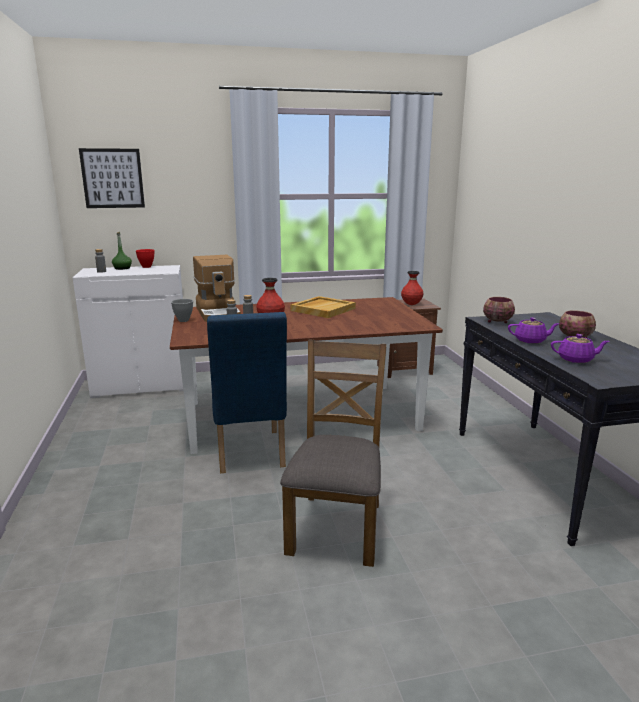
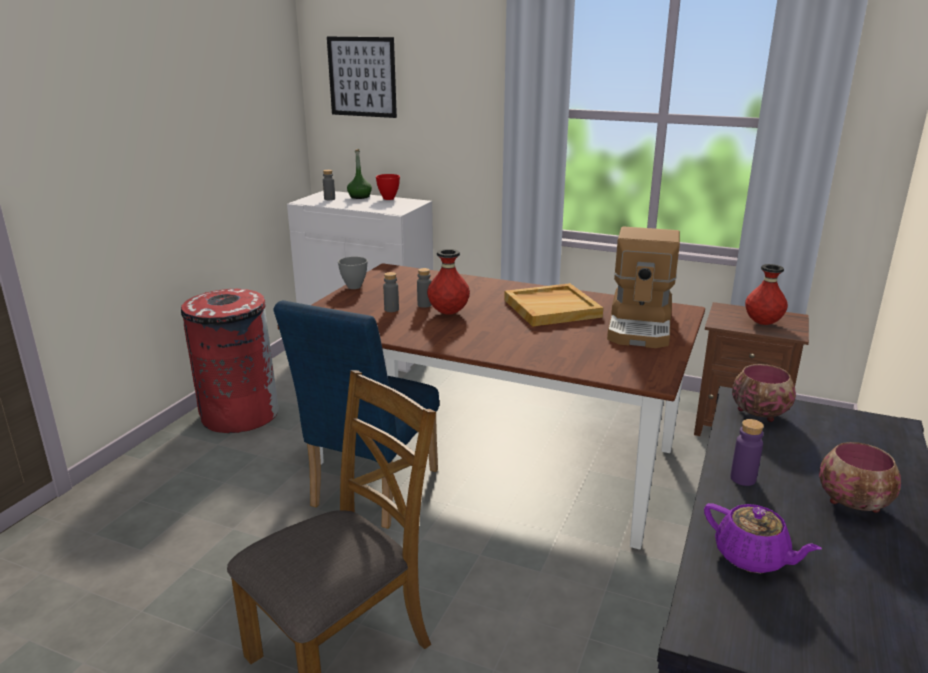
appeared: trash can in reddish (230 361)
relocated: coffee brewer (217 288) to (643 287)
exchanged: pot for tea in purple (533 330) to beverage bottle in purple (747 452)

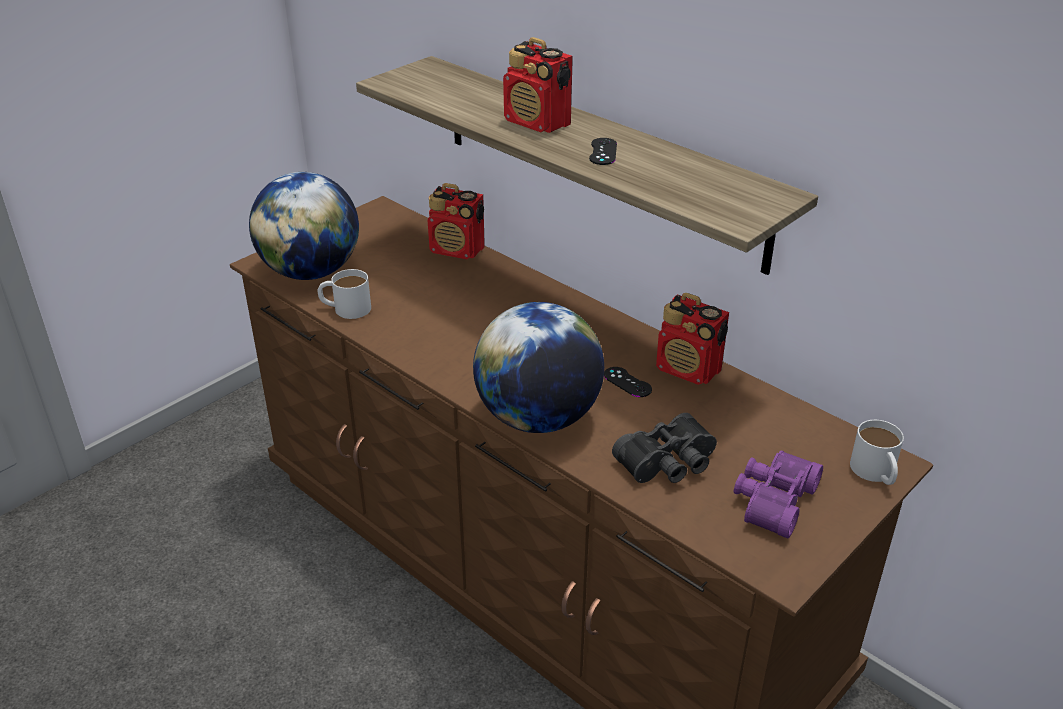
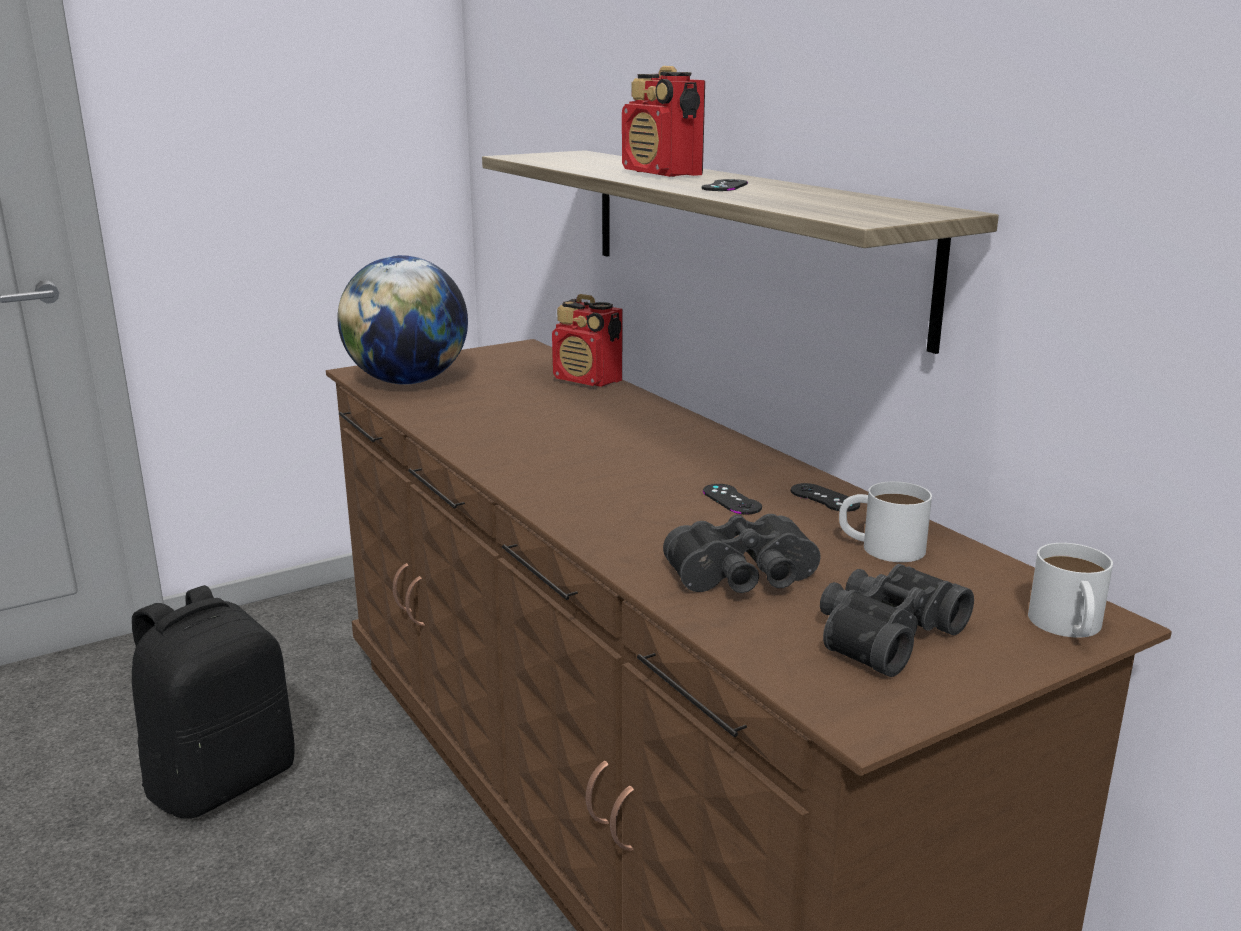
missing: desk globe (538 367)
appeared: rucksack in black (213 702)
relocated: tea mug in whitish (344 294) to (885 521)
exchanged: radio receiver (692 339) to joypad in black (825 497)
colour: pair of binoculars in purple (778 494) to pair of binoculars in black (897 620)

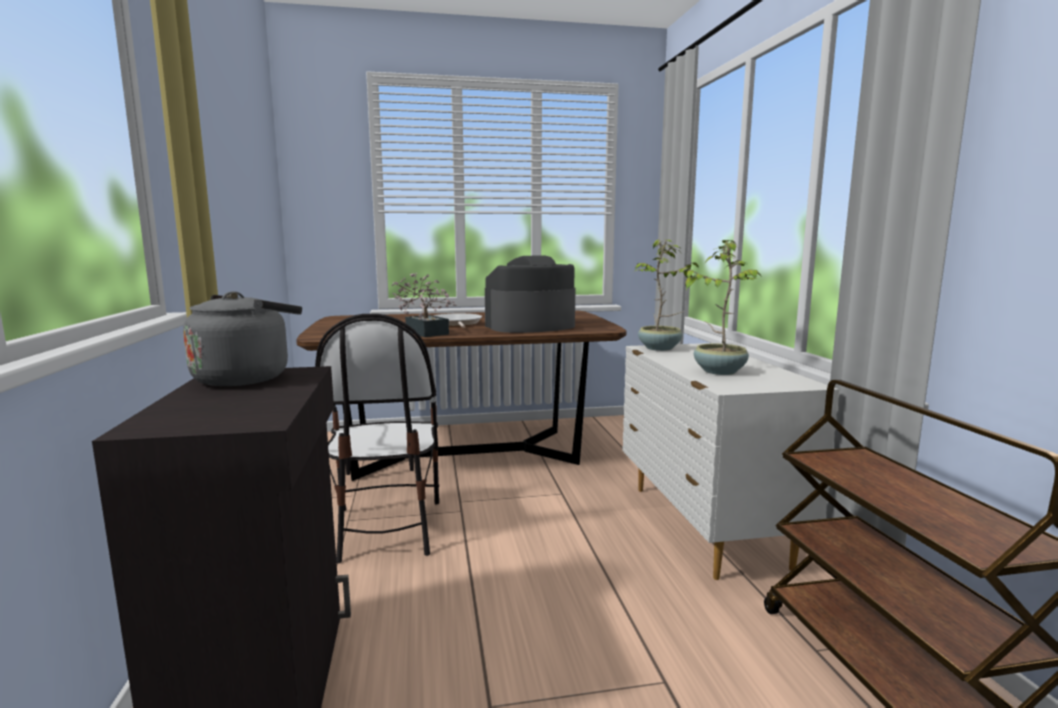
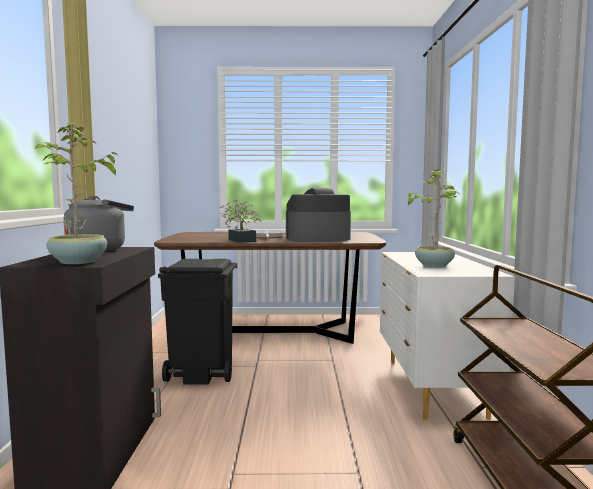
relocated: plant in a pot (666 295) to (77 193)
exchanged: plain chair (377 438) to trash can in black (197 322)

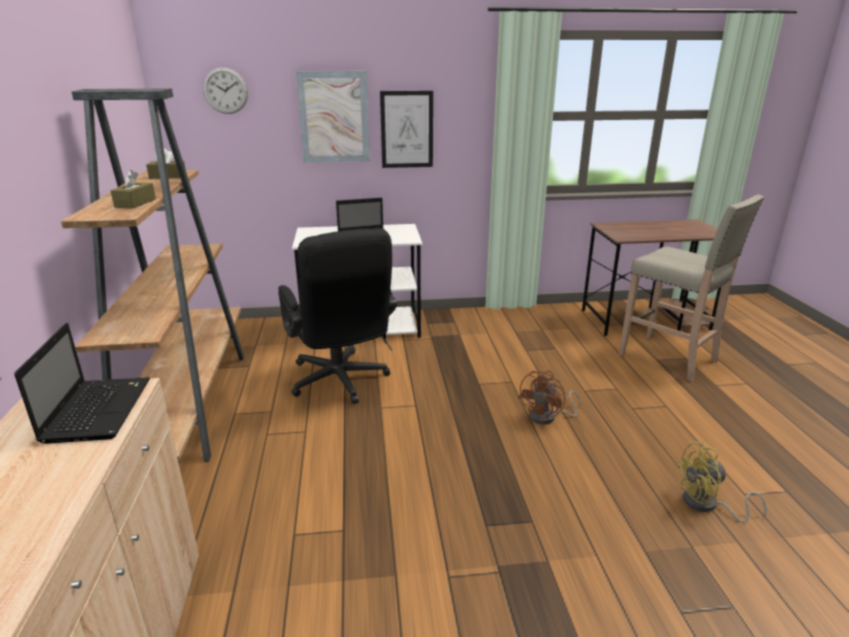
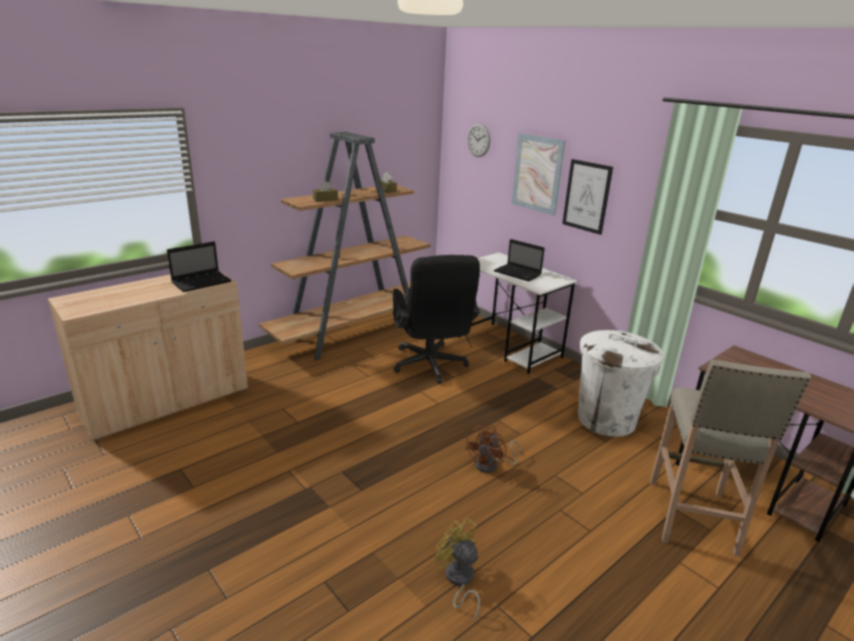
appeared: trash can in whitish (621 383)
spun: office chair in black (337 316) = (436 319) 45 degrees counterclockwise; fan in brownish (549 397) = (493 449) 60 degrees counterclockwise

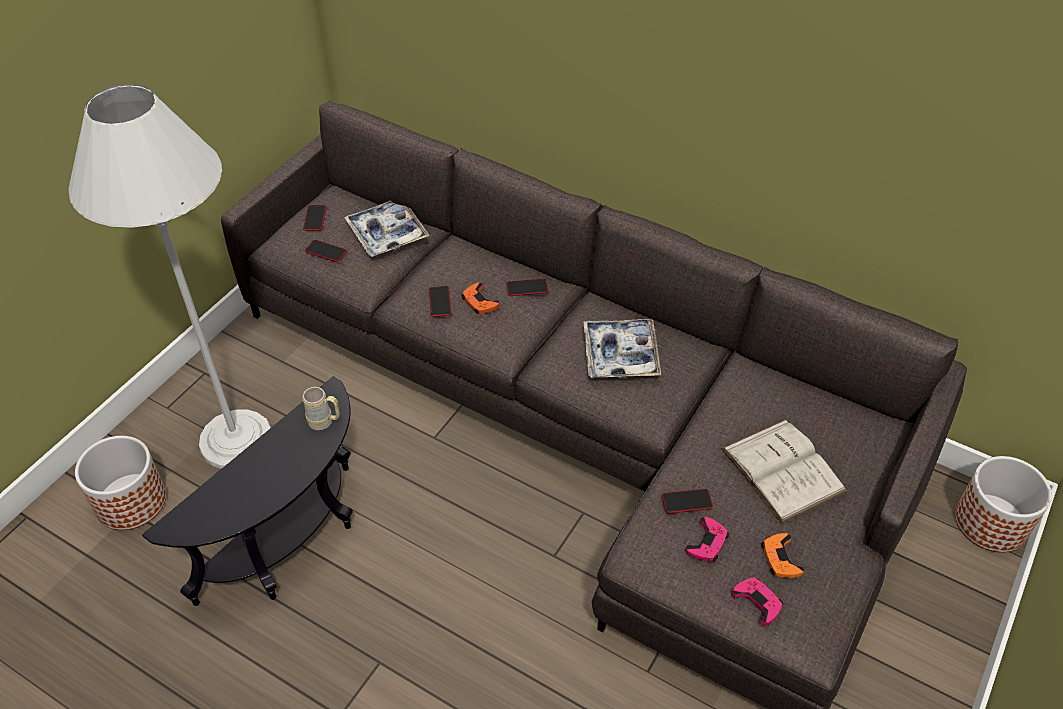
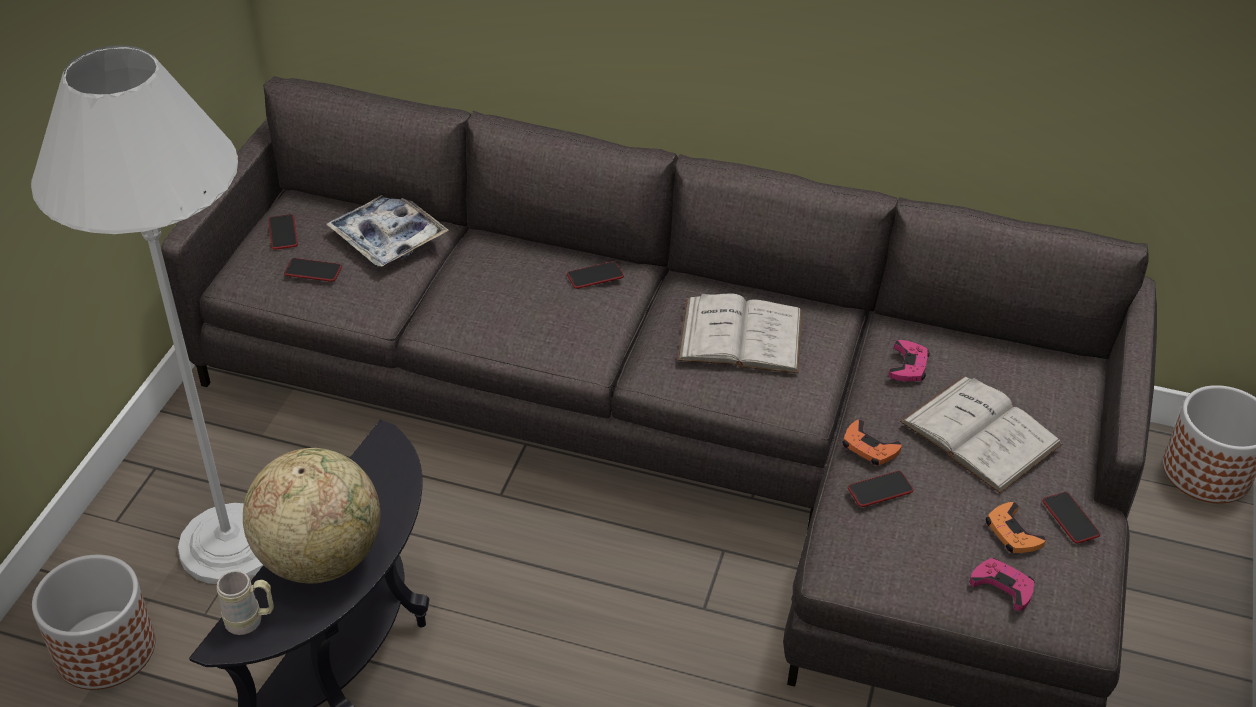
appeared: desk globe (311 515)
relocated: tea mug in beige (321 408) to (245 602); phone (440 301) to (1071 518); joypad in orange-coloured (481 298) to (872 442); joypad in pinkish (707 539) to (909 360)
exchanged: carrying tray (622 349) to volume in whitish (740 333)

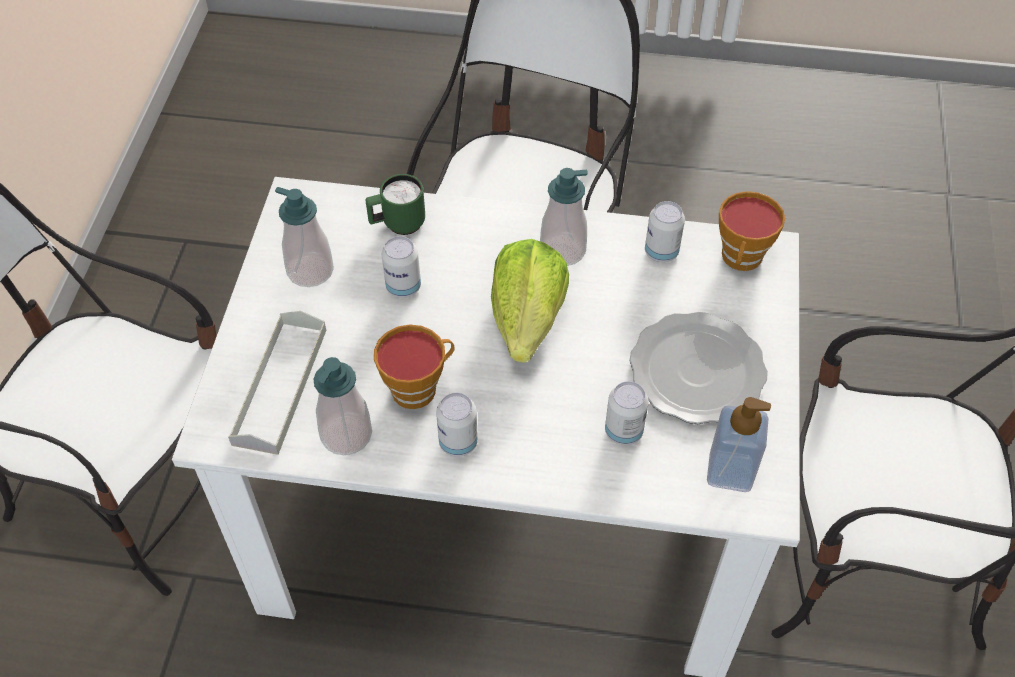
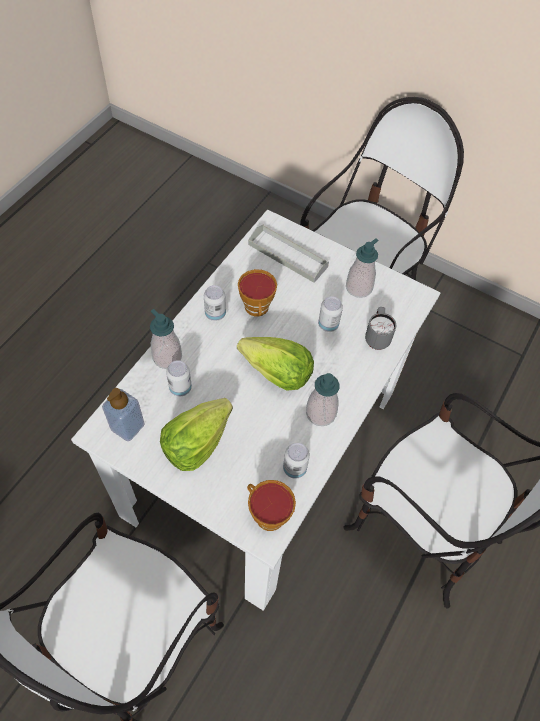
relocated: liquid soap bottle (342 406) to (166 339)
exchanged: dinner plate (698 368) to head of lettuce (196 434)
colour: tea mug in green (395 204) to tea mug in grey (380 328)

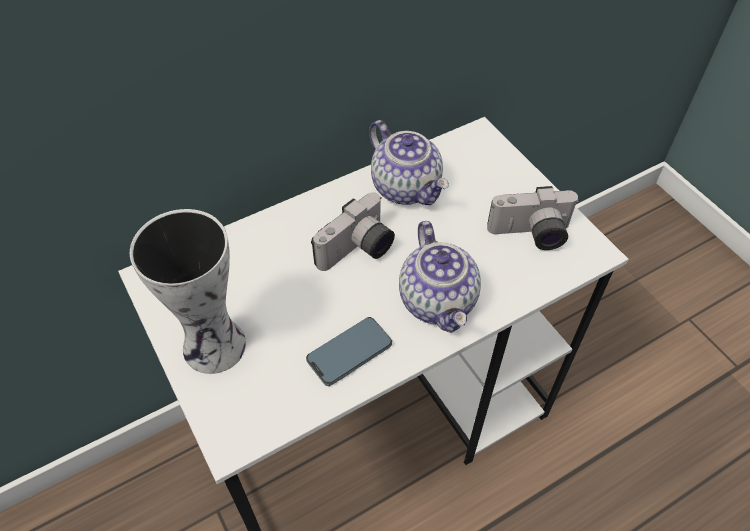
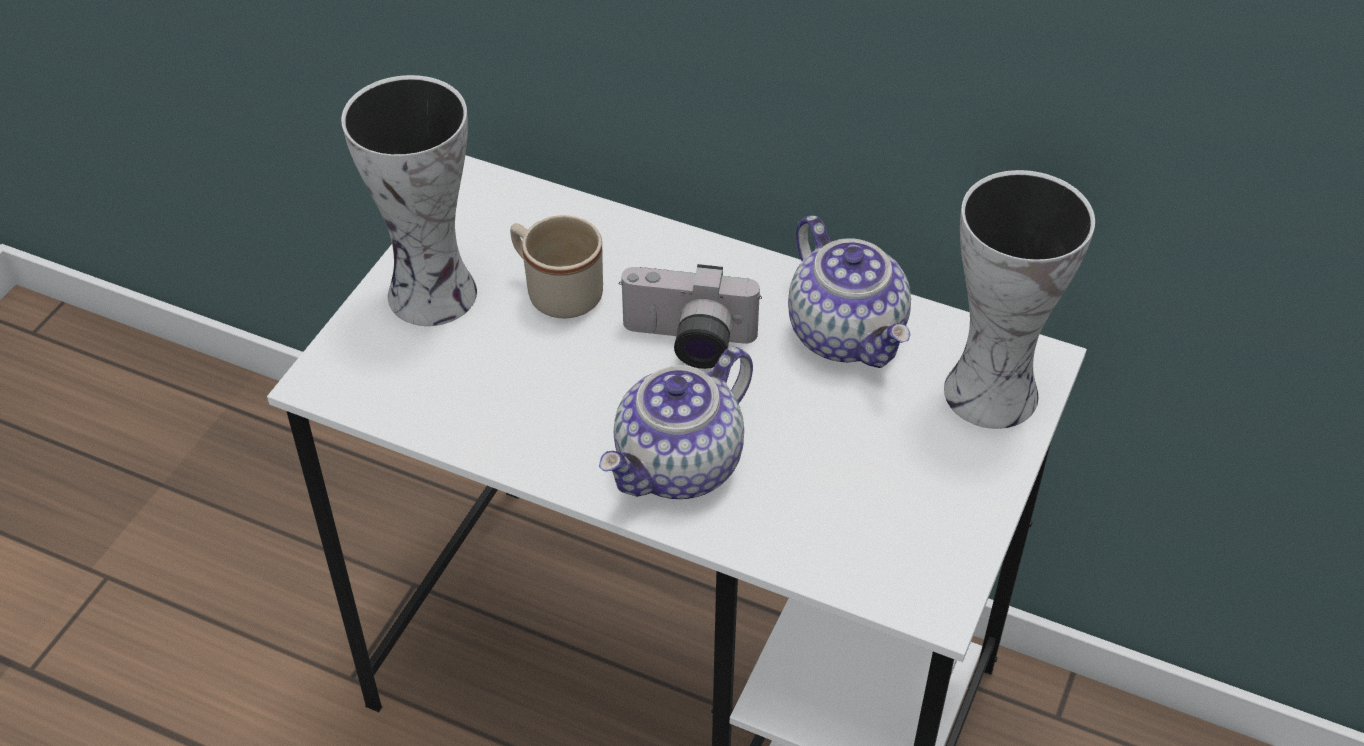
missing: phone (349 351); photo camera (533 218)
appeared: tea mug in beige (556 266); vase (1019 299)
spun: pot for tea (409 162) = (849 291) 45 degrees counterclockwise

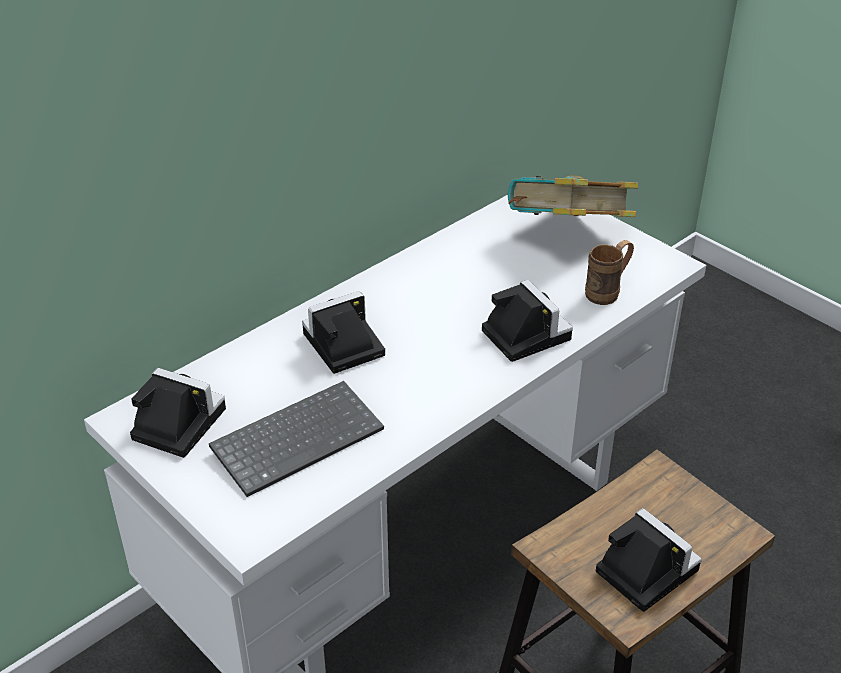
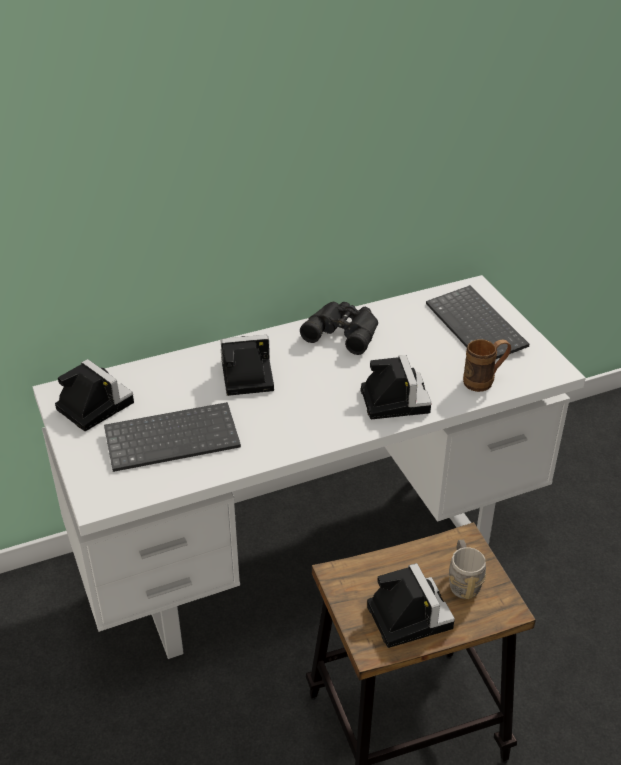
appeared: pair of binoculars in black (339 328); tea mug in grey (468 569)
exchanged: volume (573 196) to PC keyboard (477 322)

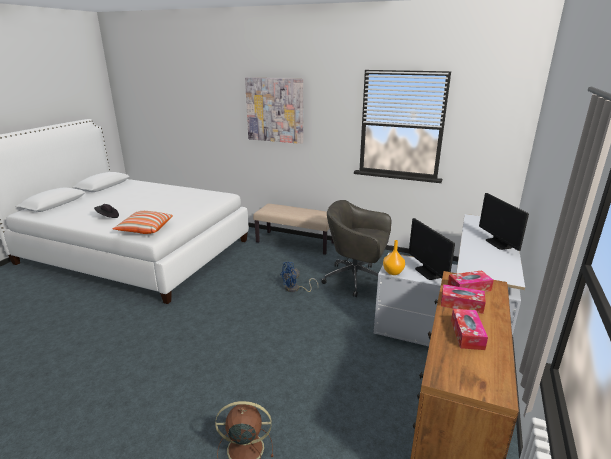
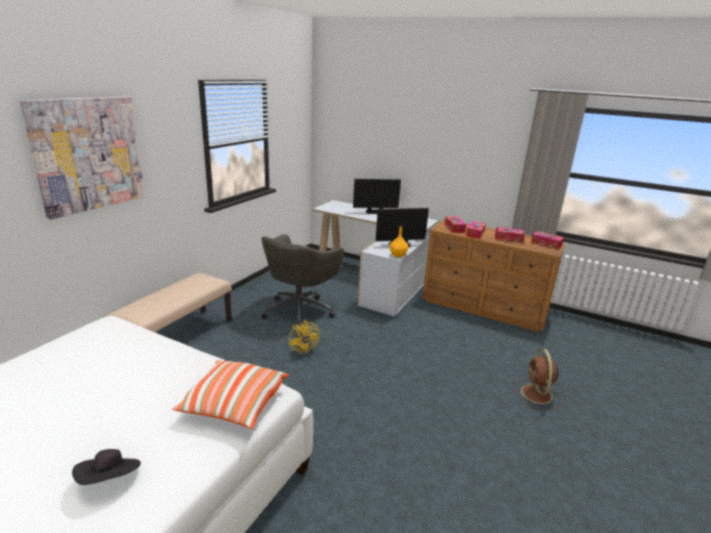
appeared: tissue box (547 240)
colour: fan in blue-coloured (299 277) to fan in yellow-coloured (304 338)

